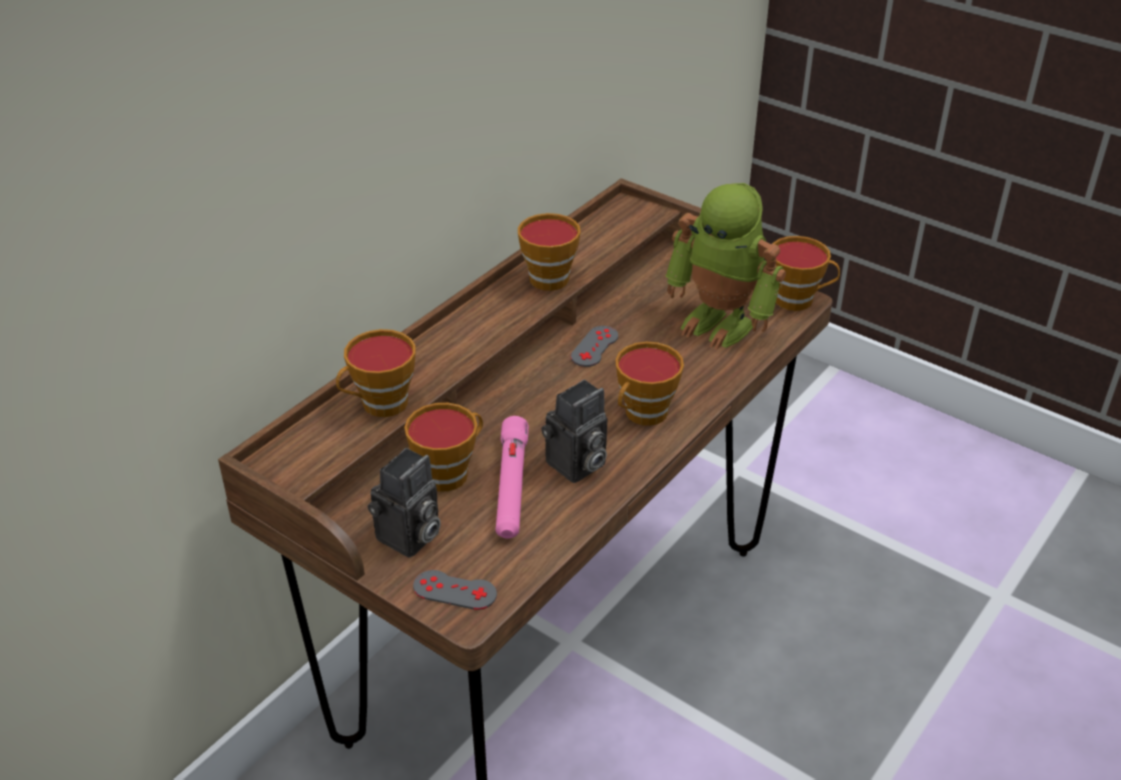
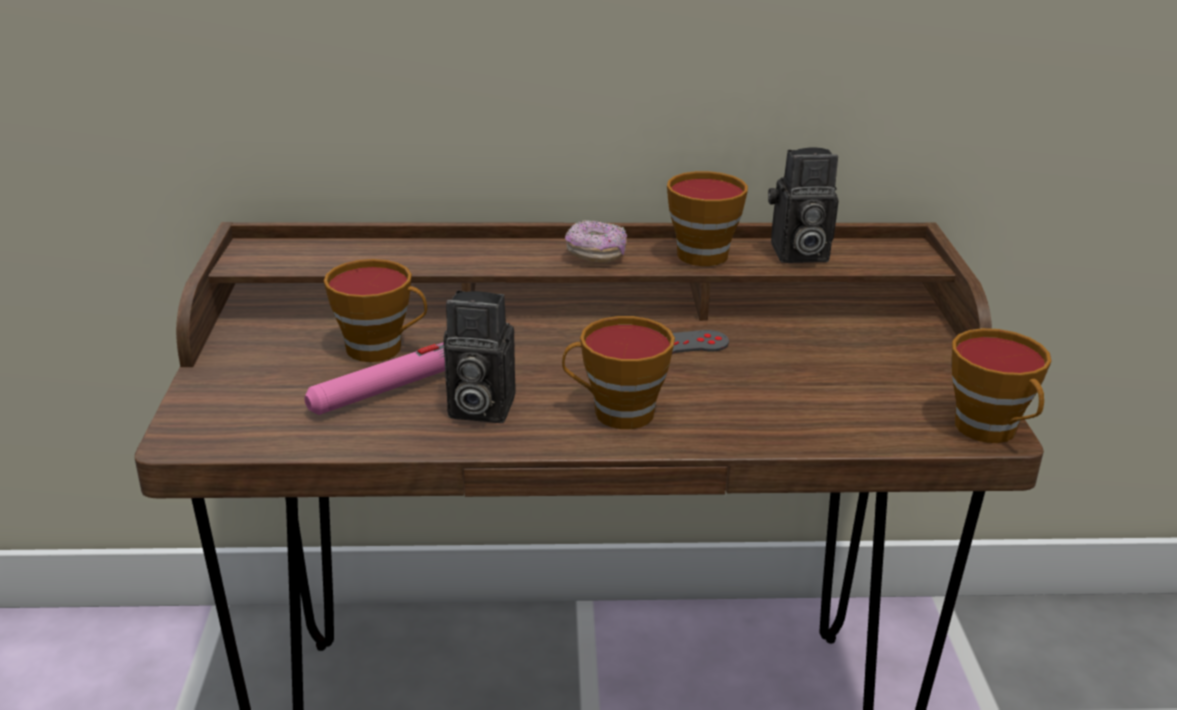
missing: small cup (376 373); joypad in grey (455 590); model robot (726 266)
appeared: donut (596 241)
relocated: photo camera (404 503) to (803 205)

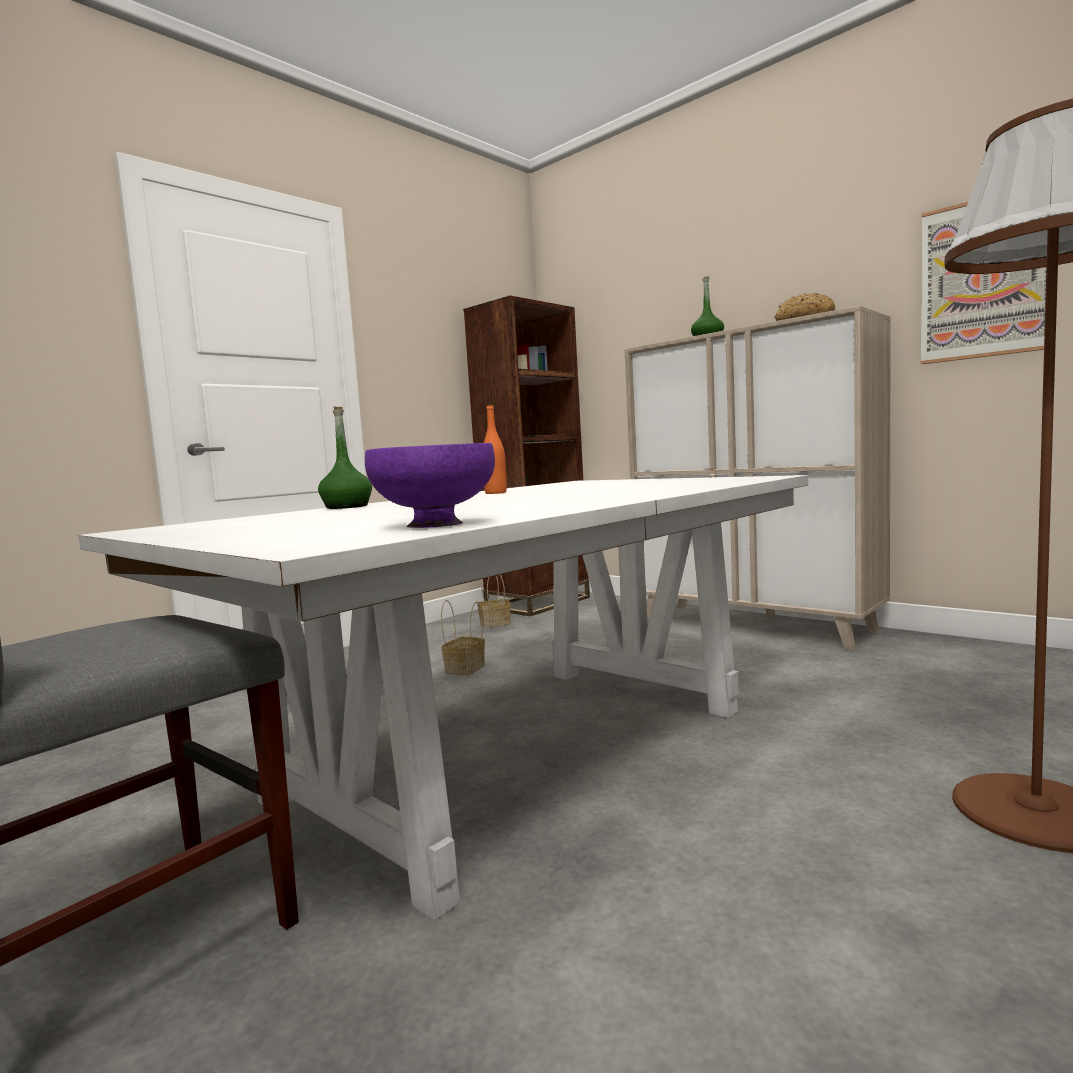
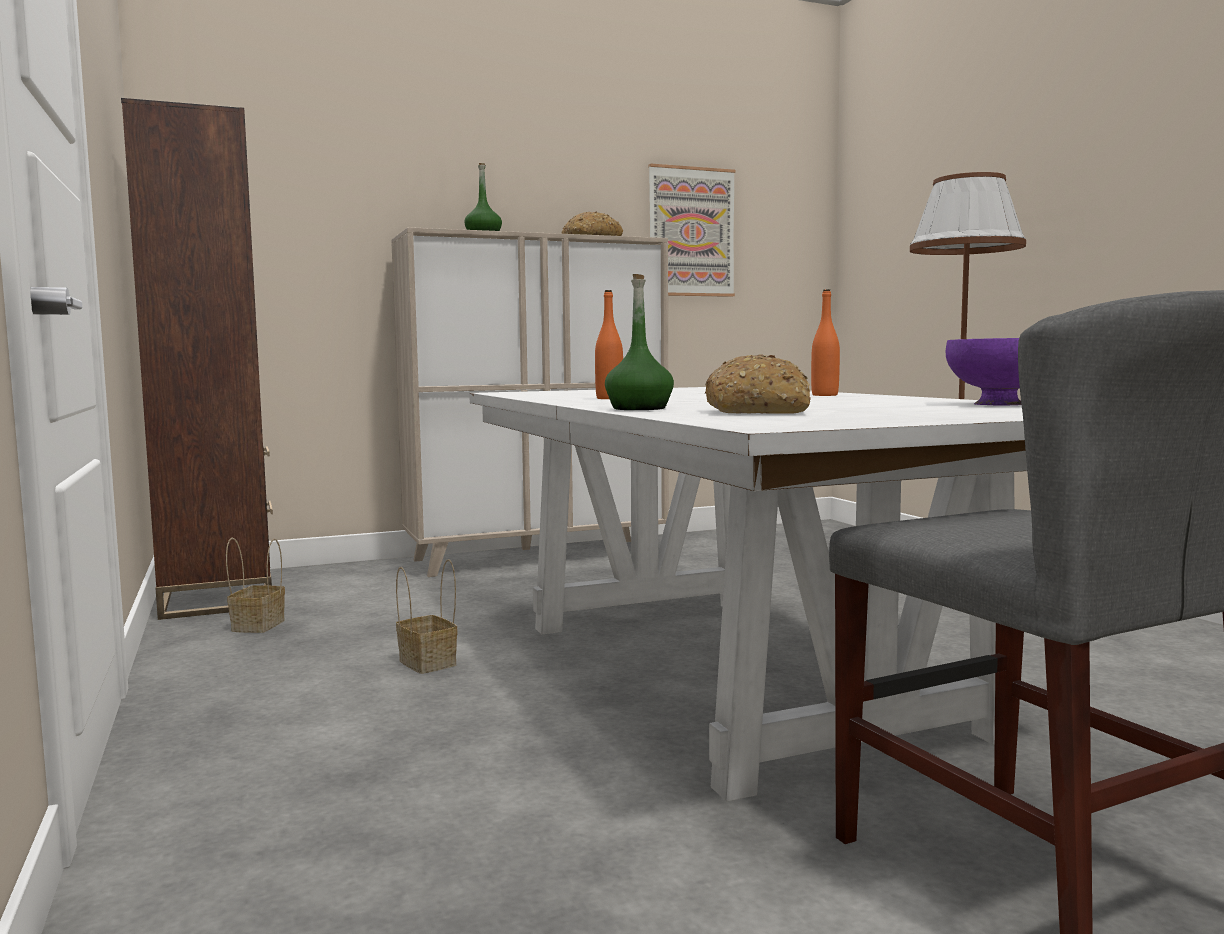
appeared: bakery bread (758 384); beverage bottle in orange-coloured (825 342)

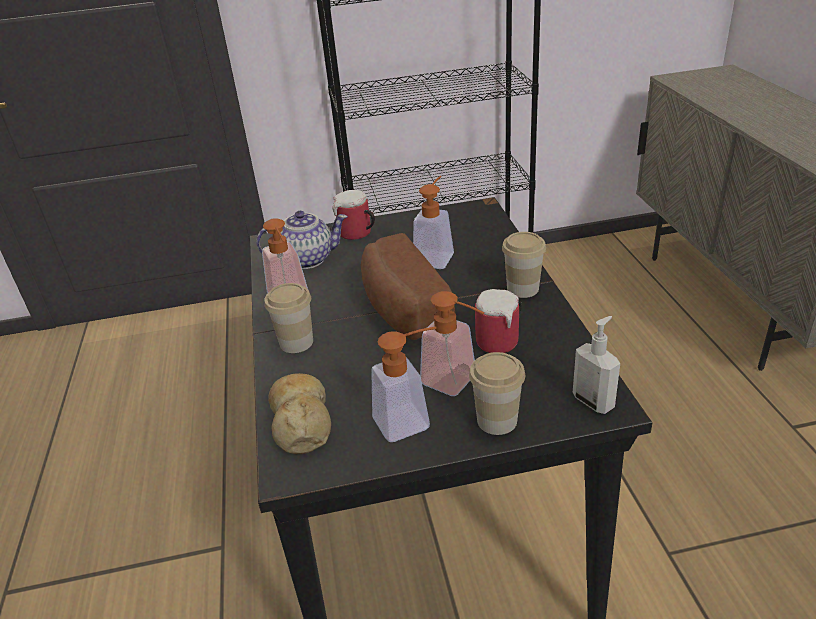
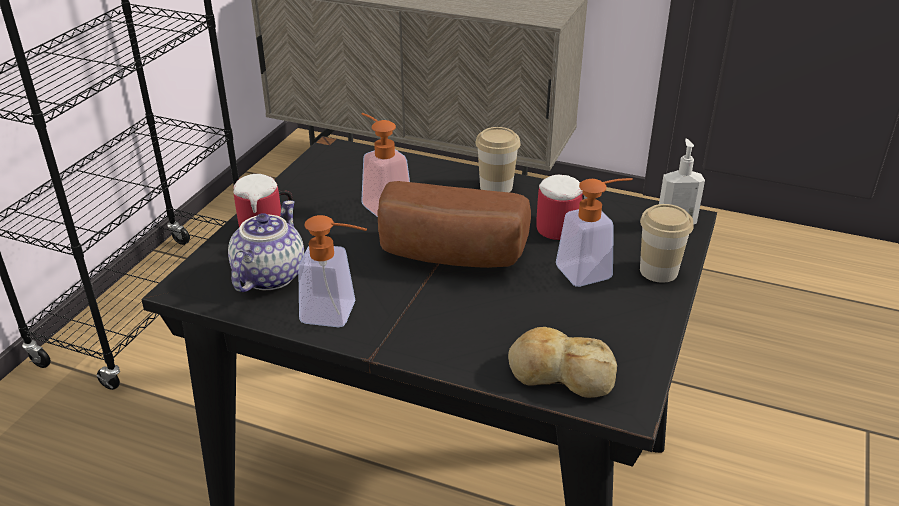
missing: small cup (289 318); liquid soap bottle (404 384)

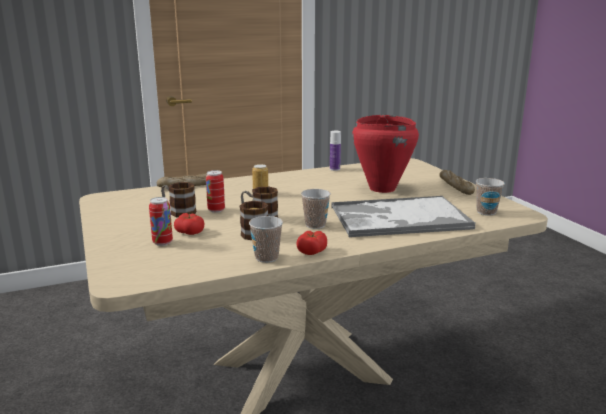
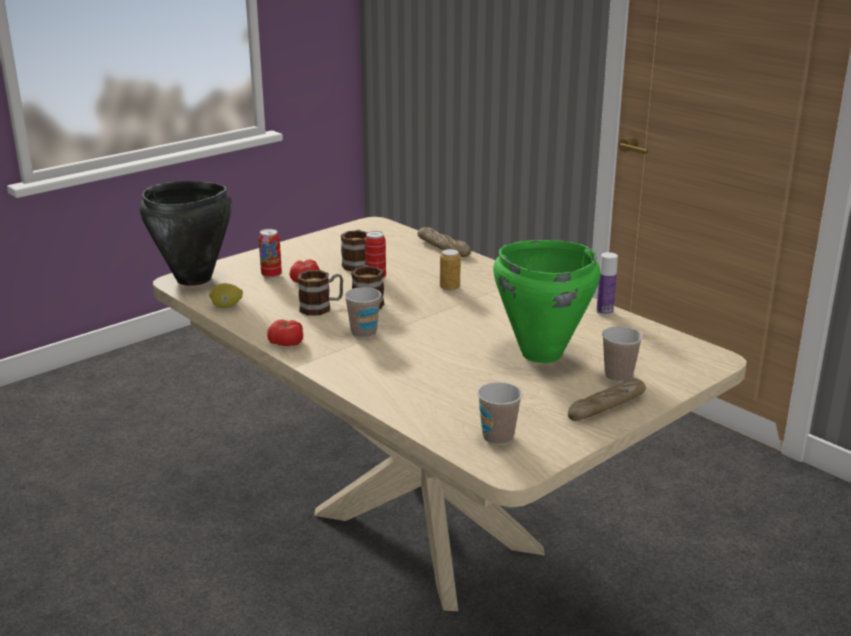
missing: carrying tray (403 216)
appeared: saucepot in black (186 233); lemon (226 295)
relocated: small cup (266 239) to (622 354)
colour: saucepot in reddish (385 154) to saucepot in green (546 301)

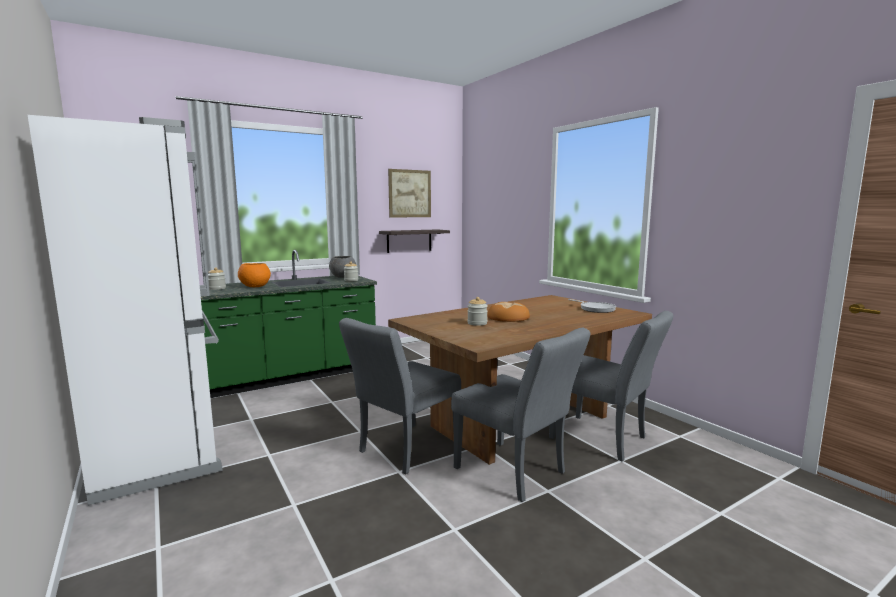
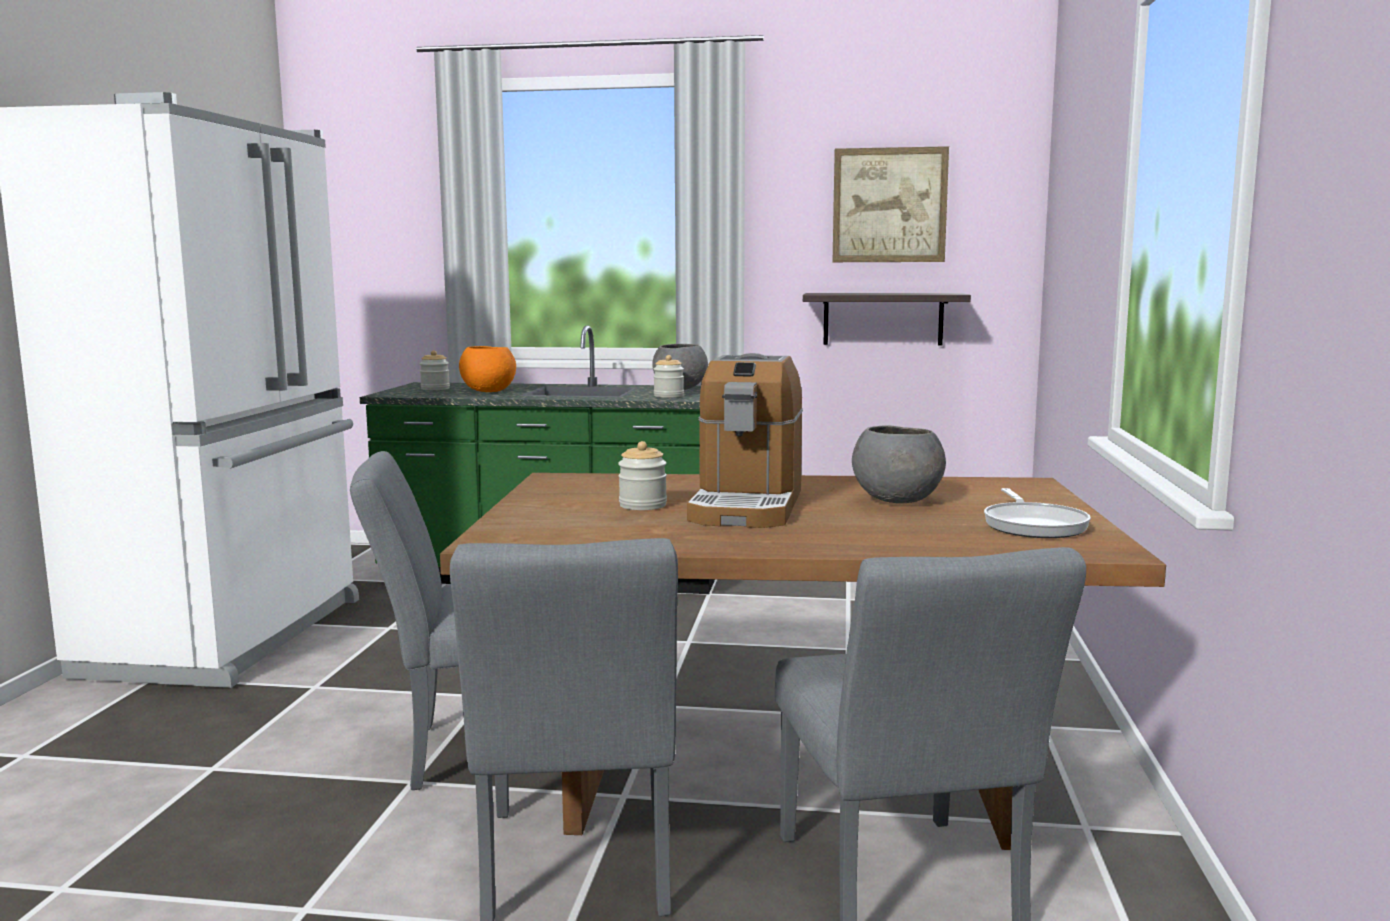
appeared: deep dish in grey (899 464)
exchanged: bakery bread (508 312) to coffee brewer (745 440)

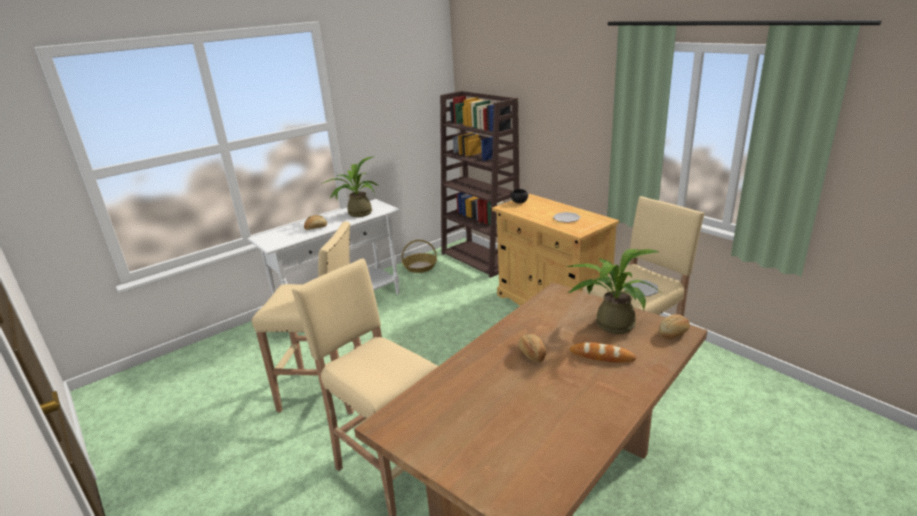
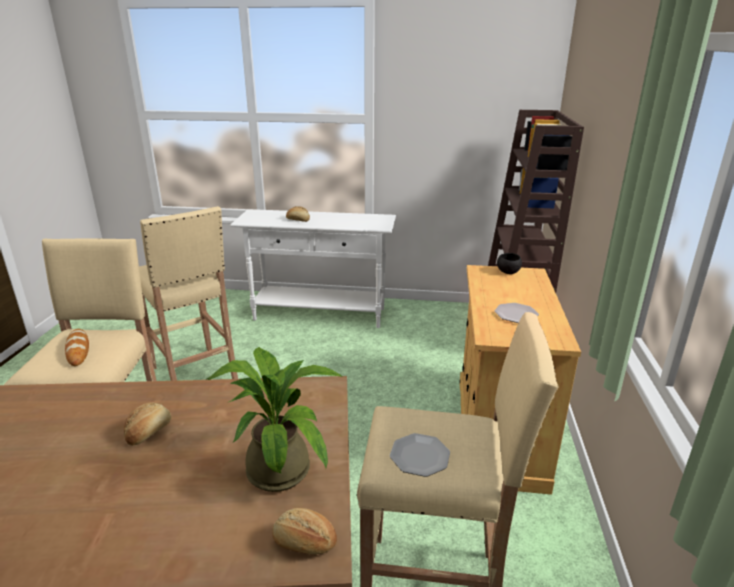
missing: plant in a pot (350 187); household basket (419 256)
relocated: bakery bread (603 352) to (77 347)

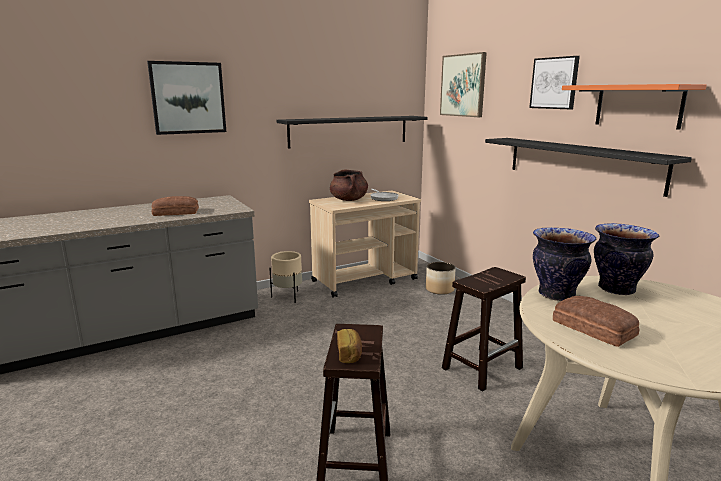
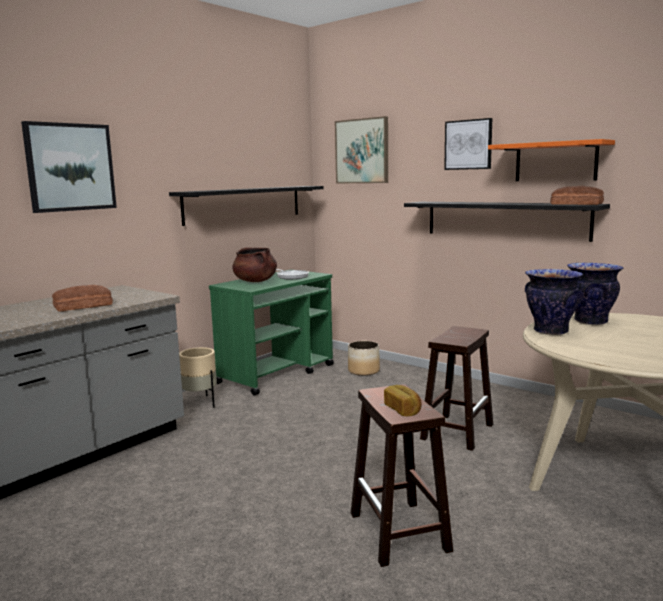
relocated: bakery bread (596 321) to (577 195)
colour: trolley in beige (365 244) to trolley in green (271 333)

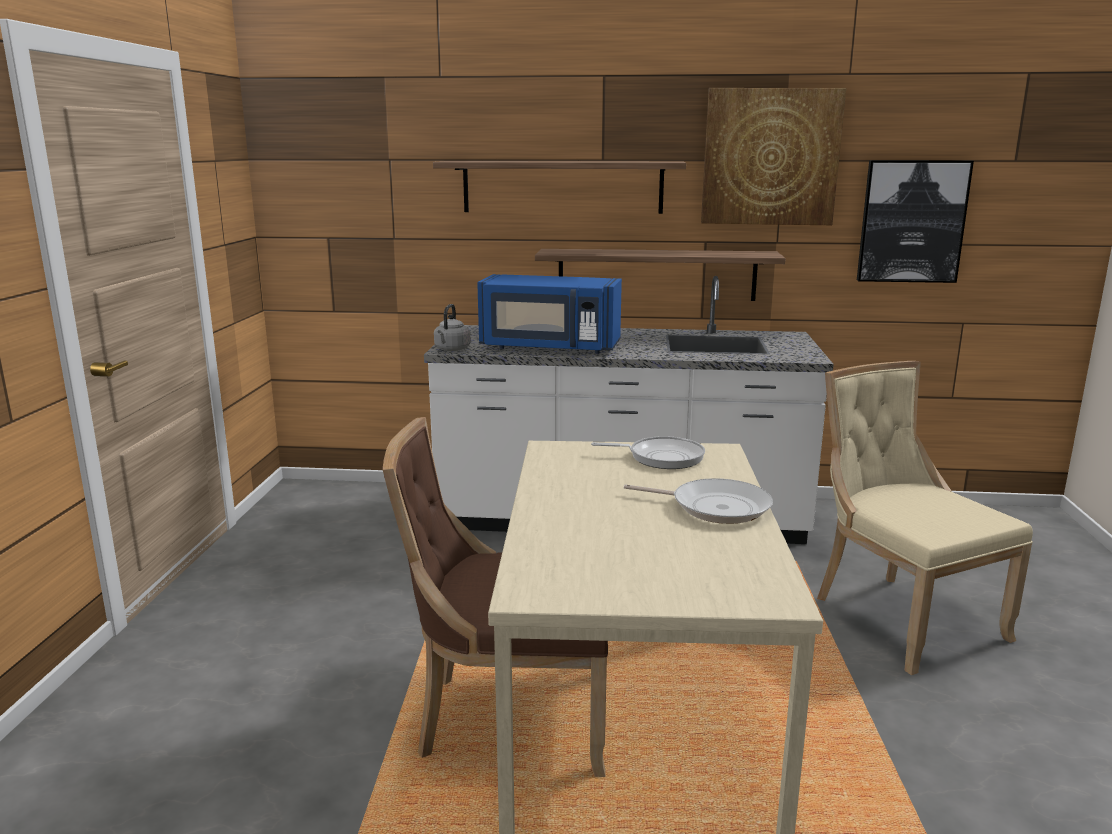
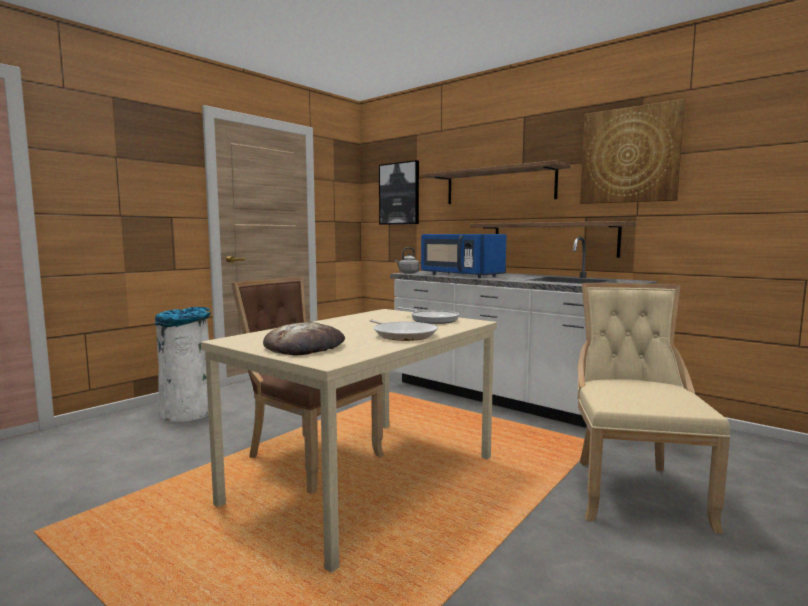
appeared: trash can in whitish (183 364); bakery bread (304 338)
relocated: wall art (915 221) to (399 192)

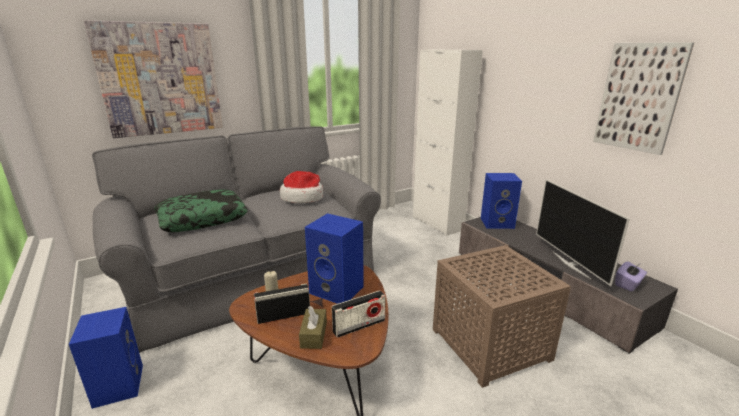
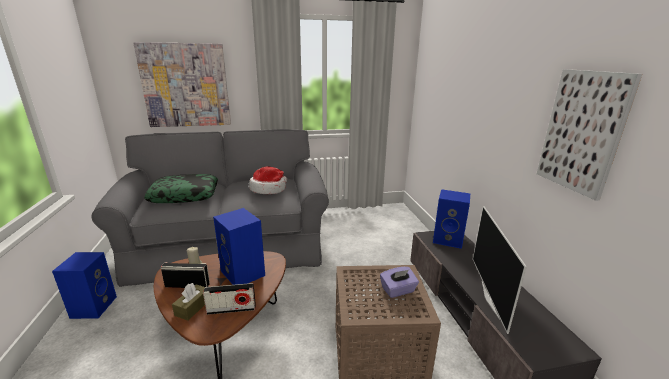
missing: cabinet in whitish (448 143)
relocated: tissue box in purple (631 277) to (399 282)

